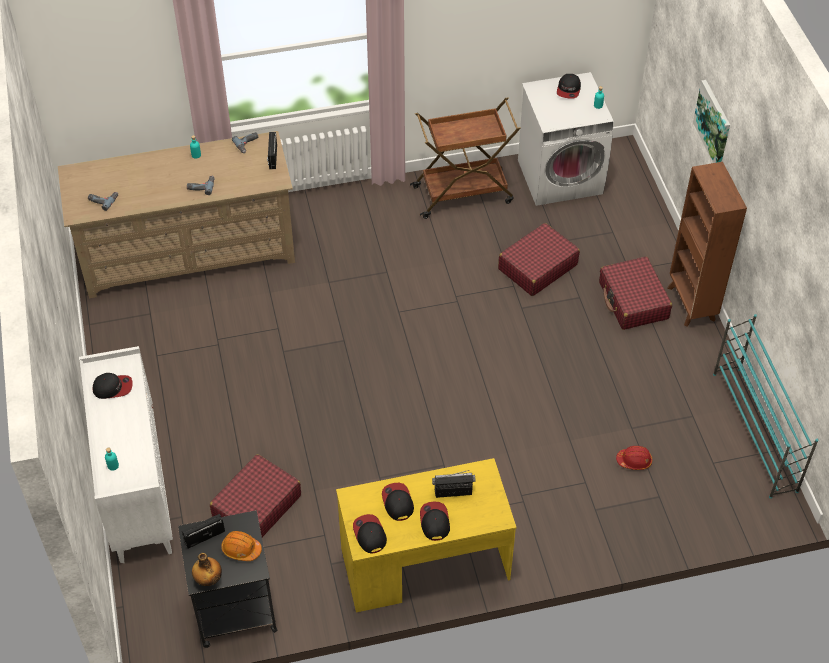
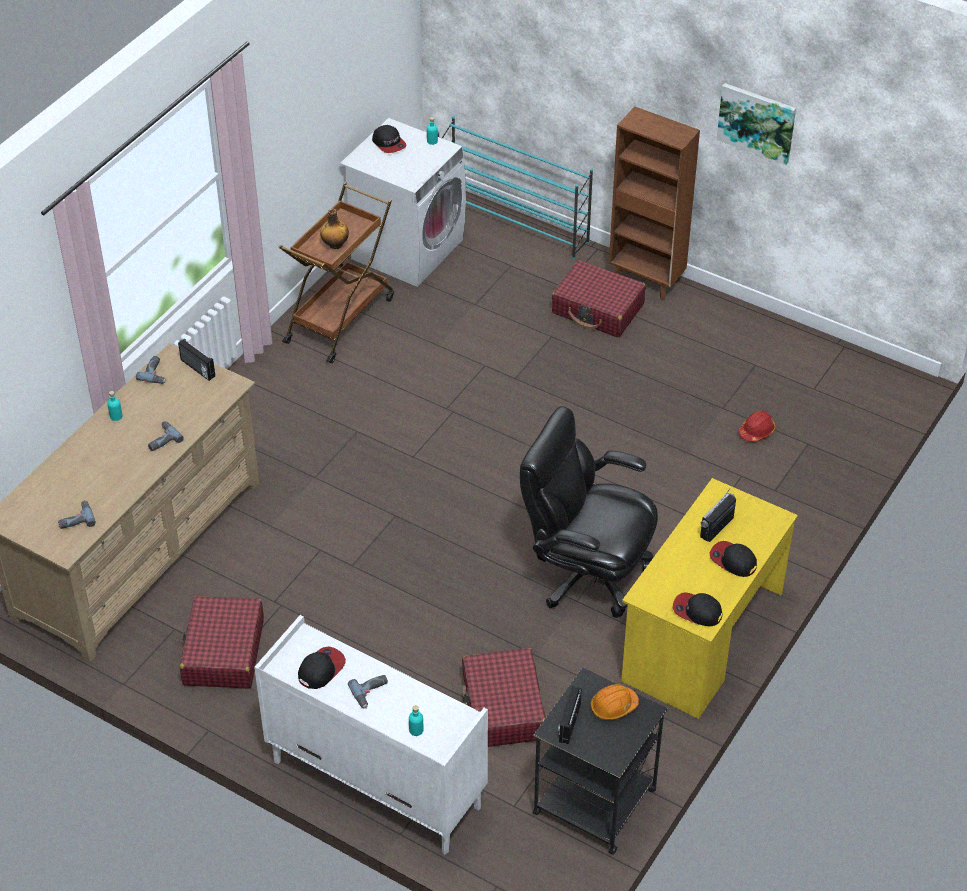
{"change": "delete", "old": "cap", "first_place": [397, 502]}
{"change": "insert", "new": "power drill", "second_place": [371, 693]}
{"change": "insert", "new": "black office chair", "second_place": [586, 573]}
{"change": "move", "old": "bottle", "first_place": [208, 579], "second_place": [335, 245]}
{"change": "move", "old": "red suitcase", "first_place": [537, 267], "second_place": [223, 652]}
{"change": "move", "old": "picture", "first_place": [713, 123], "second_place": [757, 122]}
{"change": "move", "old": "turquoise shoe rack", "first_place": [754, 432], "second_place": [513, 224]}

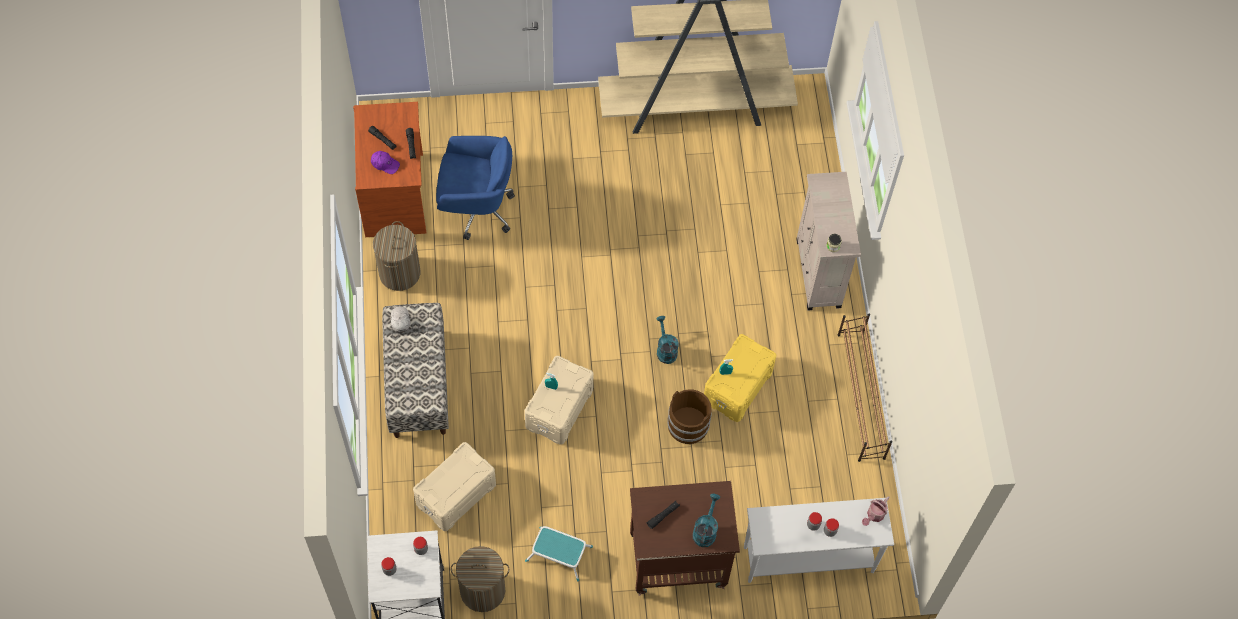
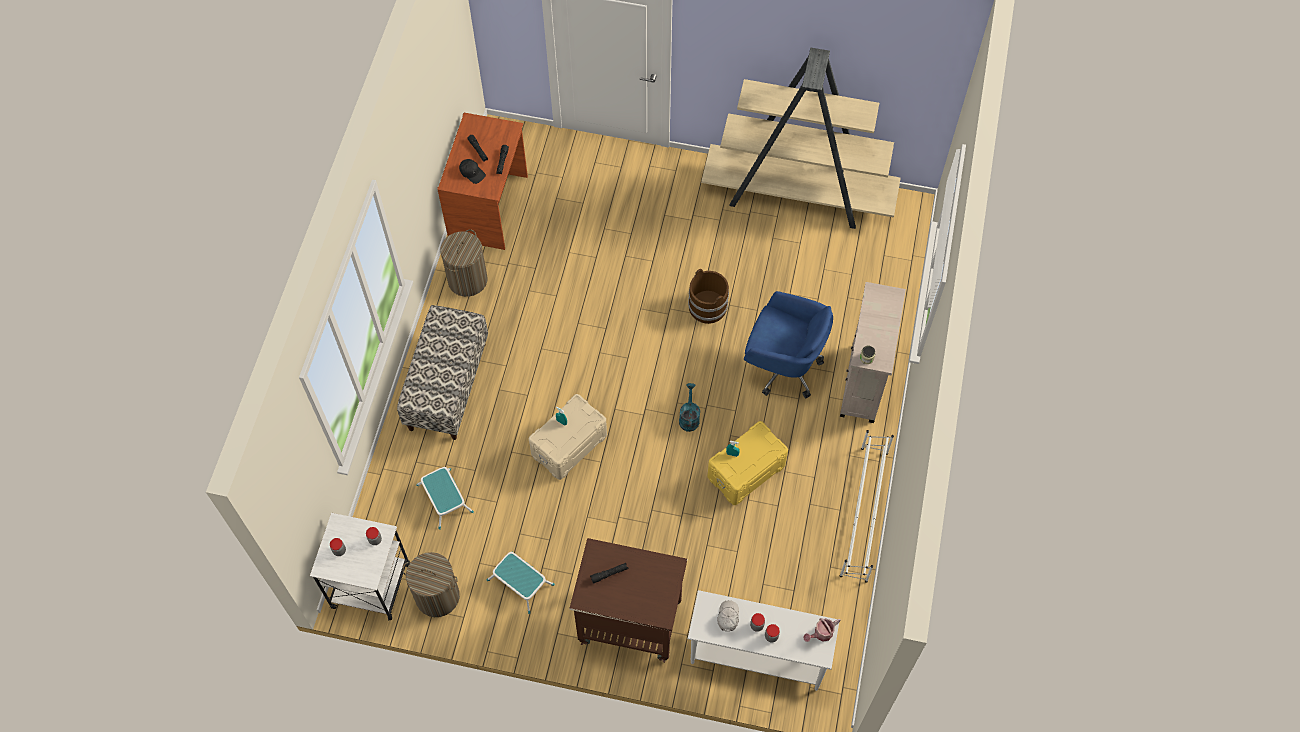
{"change": "delete", "old": "turquoise watering can", "first_place": [705, 530]}
{"change": "move", "old": "white cap", "first_place": [400, 321], "second_place": [728, 617]}
{"change": "move", "old": "blue office chair", "first_place": [477, 211], "second_place": [783, 368]}
{"change": "move", "old": "brown bucket", "first_place": [688, 425], "second_place": [708, 307]}
{"change": "replace", "old": "beige storage box", "new": "turquoise step ladder", "first_place": [455, 494], "second_place": [445, 498]}
{"change": "recolor", "old": "purple cap", "new": "black cap", "first_place": [385, 164], "second_place": [472, 173]}
{"change": "recolor", "old": "brown shoe rack", "new": "white shoe rack", "first_place": [860, 396], "second_place": [863, 514]}

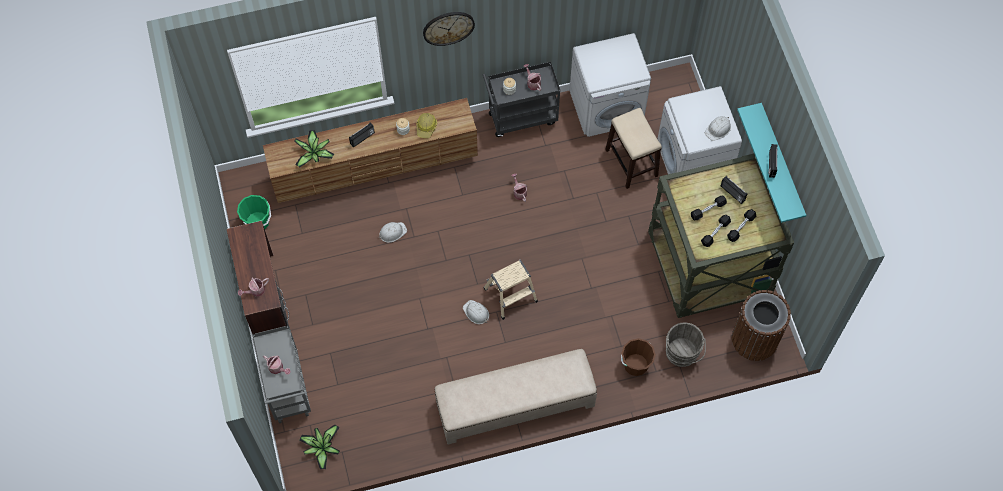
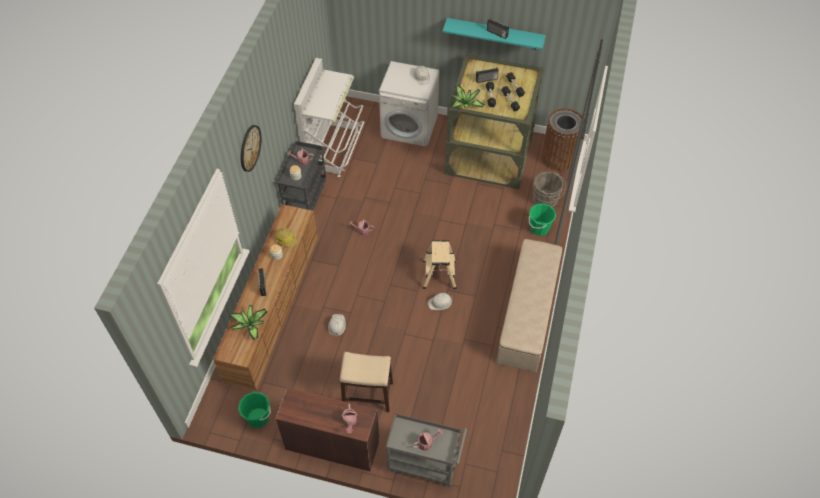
{"change": "move", "old": "potted plant", "first_place": [321, 447], "second_place": [465, 104]}
{"change": "move", "old": "stool", "first_place": [631, 163], "second_place": [368, 395]}
{"change": "replace", "old": "white washing machine", "new": "white shoe rack", "first_place": [608, 107], "second_place": [335, 150]}
{"change": "recolor", "old": "brown bucket", "new": "green bucket", "first_place": [635, 365], "second_place": [539, 228]}

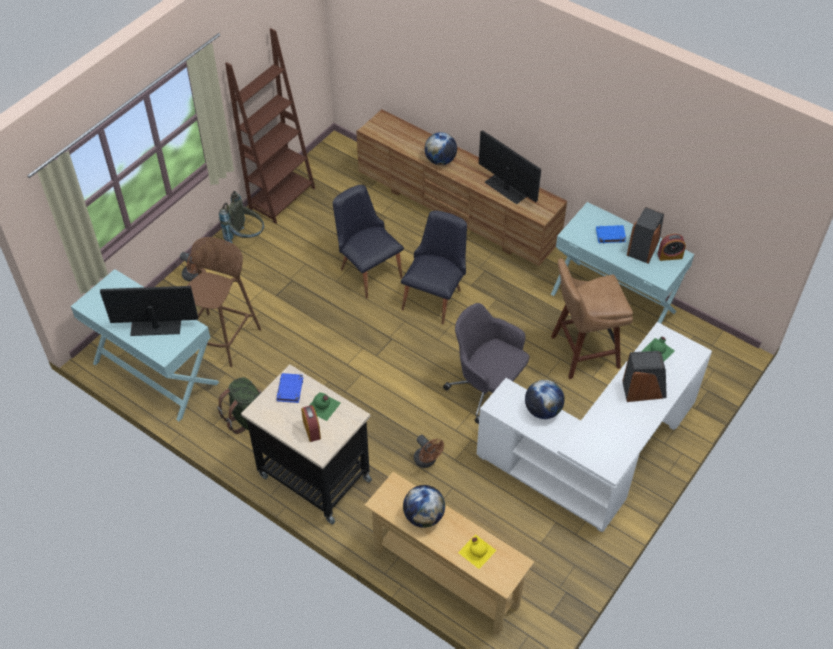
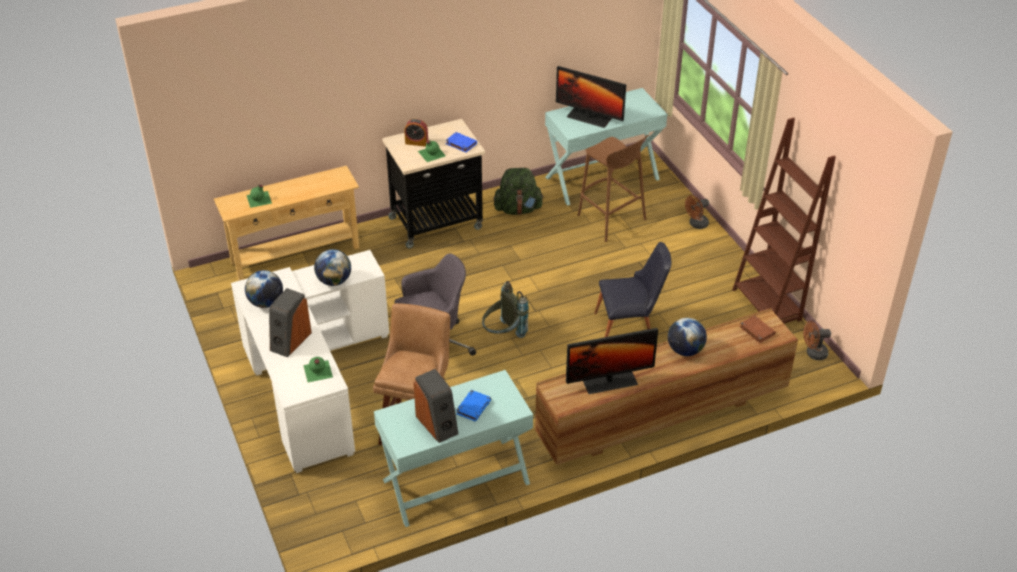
{"change": "delete", "old": "black chair", "first_place": [435, 296]}
{"change": "delete", "old": "alarm clock", "first_place": [670, 256]}
{"change": "insert", "new": "brown book", "second_place": [756, 331]}
{"change": "move", "old": "grey backpack", "first_place": [246, 238], "second_place": [503, 334]}
{"change": "move", "old": "globe", "first_place": [423, 516], "second_place": [266, 303]}
{"change": "move", "old": "brown fan", "first_place": [427, 461], "second_place": [813, 354]}
{"change": "recolor", "old": "yellow bottle", "new": "green bottle", "first_place": [477, 550], "second_place": [259, 199]}
{"change": "rotate", "old": "monitor", "first_place": [156, 326], "second_place": [589, 117], "degrees": 90}

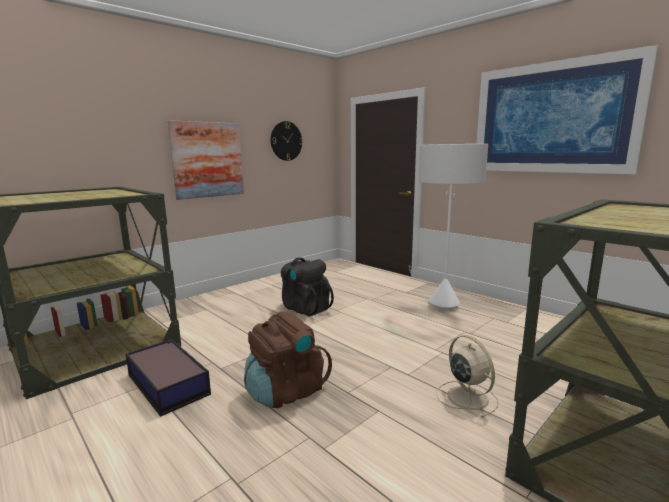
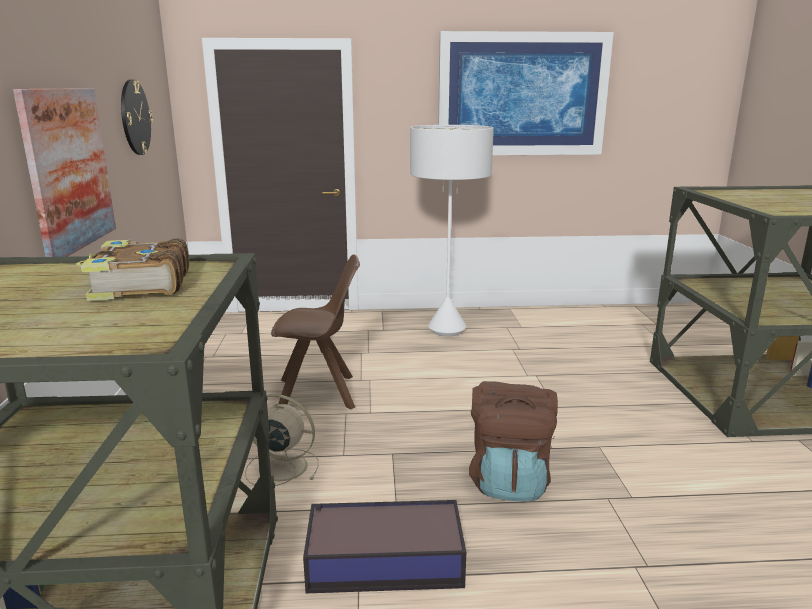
{"change": "insert", "new": "book", "second_place": [139, 285]}
{"change": "move", "old": "beige fan", "first_place": [466, 397], "second_place": [281, 467]}
{"change": "replace", "old": "black backpack", "new": "brown chair", "first_place": [305, 308], "second_place": [319, 394]}

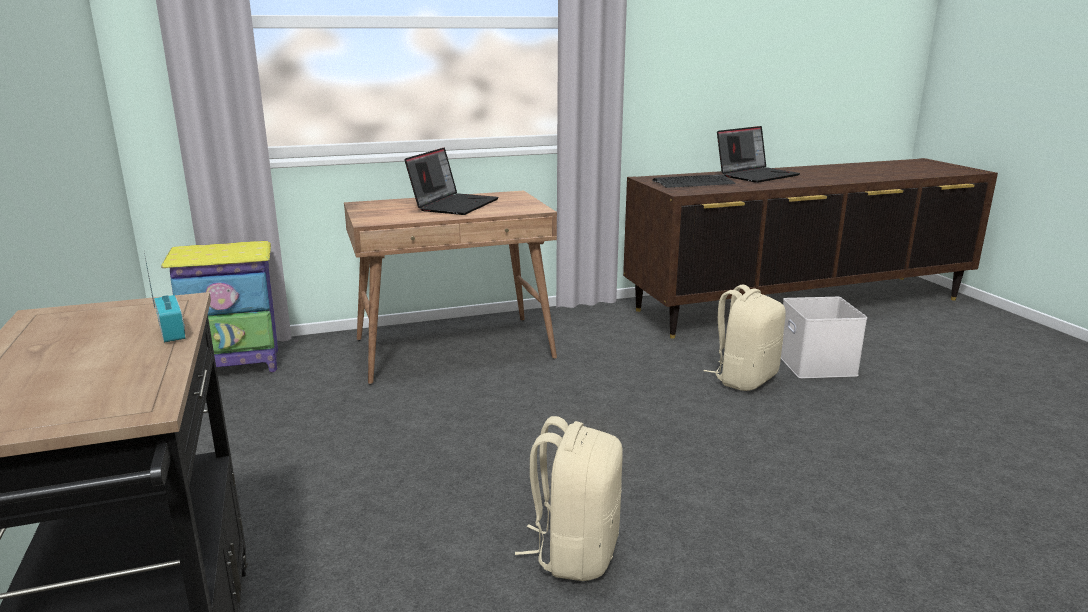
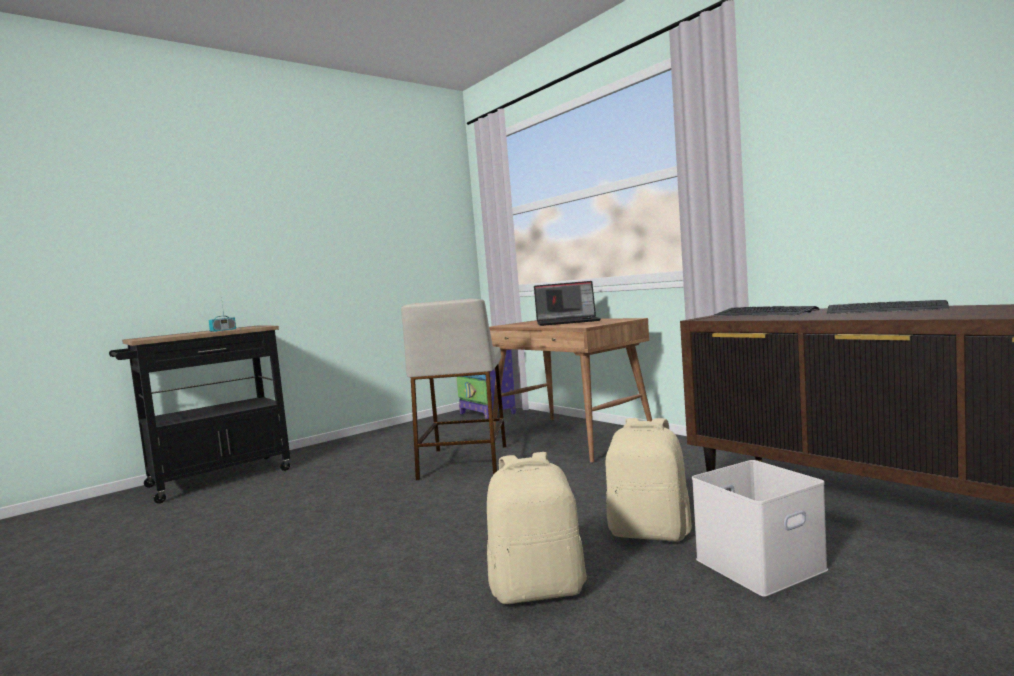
{"change": "insert", "new": "beige stool", "second_place": [464, 461]}
{"change": "move", "old": "beige backpack", "first_place": [575, 552], "second_place": [538, 589]}
{"change": "replace", "old": "laptop", "new": "keyboard", "first_place": [756, 175], "second_place": [885, 310]}

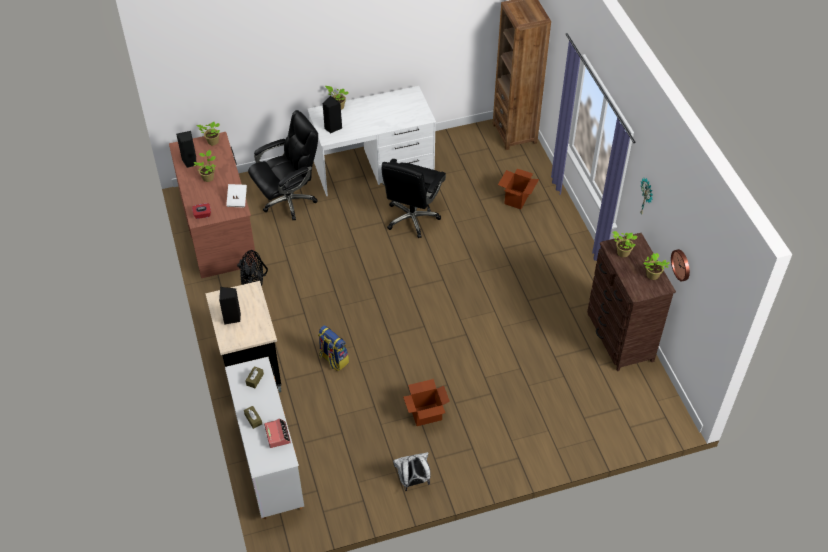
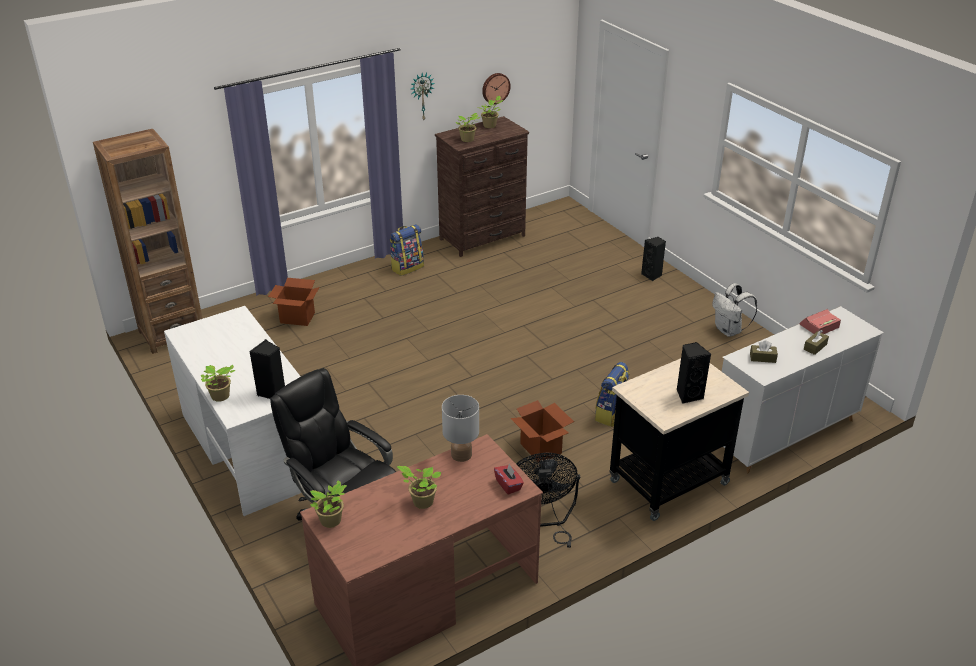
{"change": "delete", "old": "black office chair", "first_place": [412, 217]}
{"change": "insert", "new": "backpack", "second_place": [407, 267]}
{"change": "move", "old": "black speaker", "first_place": [190, 162], "second_place": [652, 275]}
{"change": "move", "old": "cardboard box", "first_place": [426, 414], "second_place": [541, 449]}
{"change": "replace", "old": "white book", "new": "grey table lamp", "first_place": [237, 200], "second_place": [461, 455]}

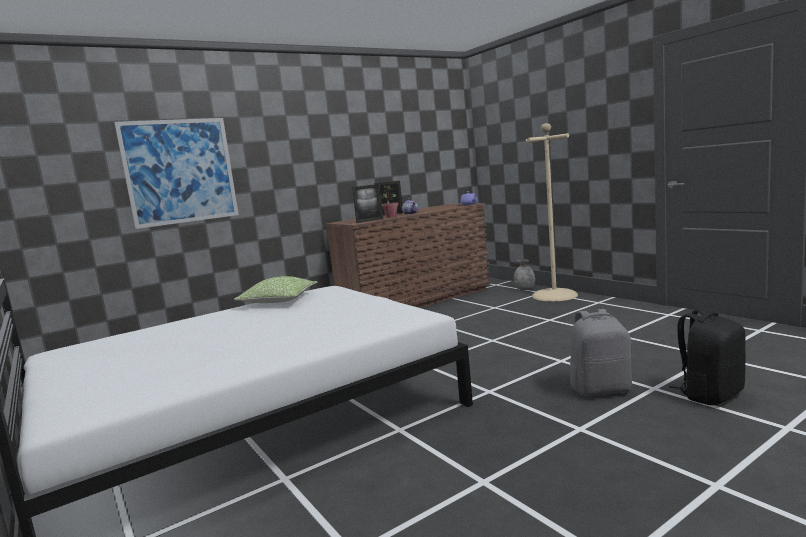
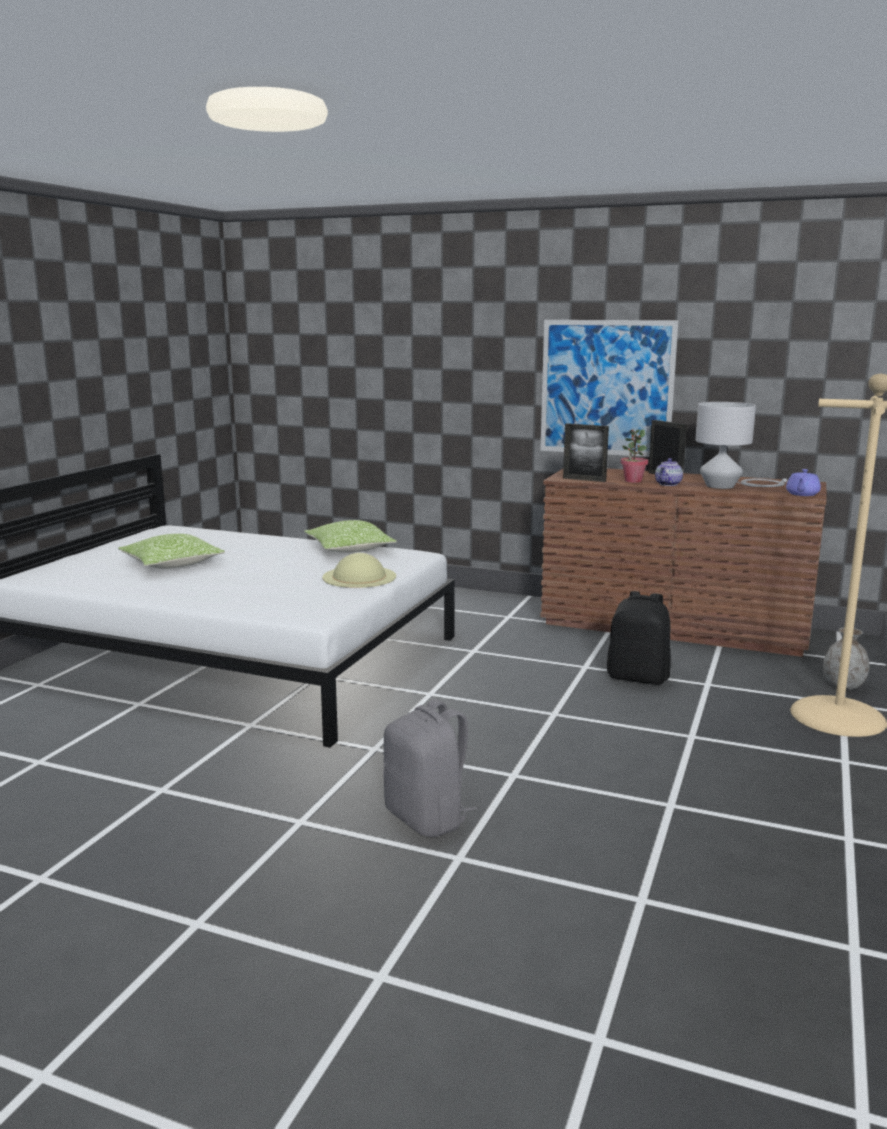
{"change": "insert", "new": "pillow", "second_place": [172, 564]}
{"change": "insert", "new": "beige hat", "second_place": [359, 576]}
{"change": "insert", "new": "grey table lamp", "second_place": [736, 485]}
{"change": "move", "old": "picture", "first_place": [180, 171], "second_place": [606, 388]}
{"change": "move", "old": "black backpack", "first_place": [710, 394], "second_place": [638, 677]}

